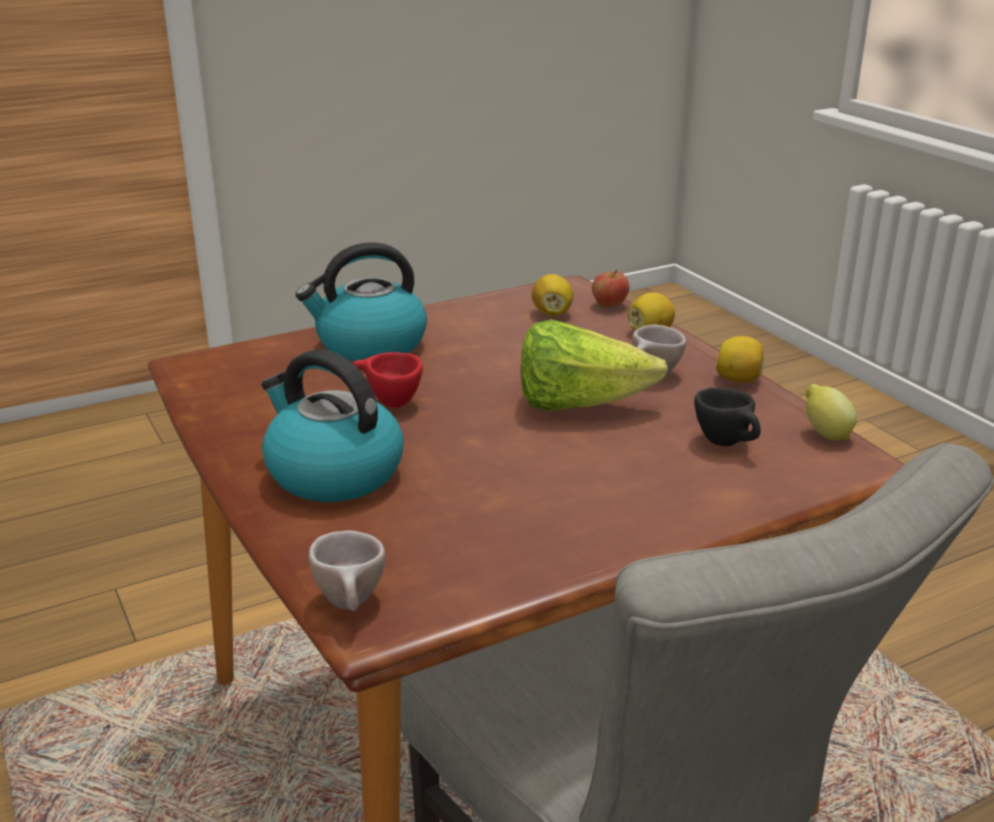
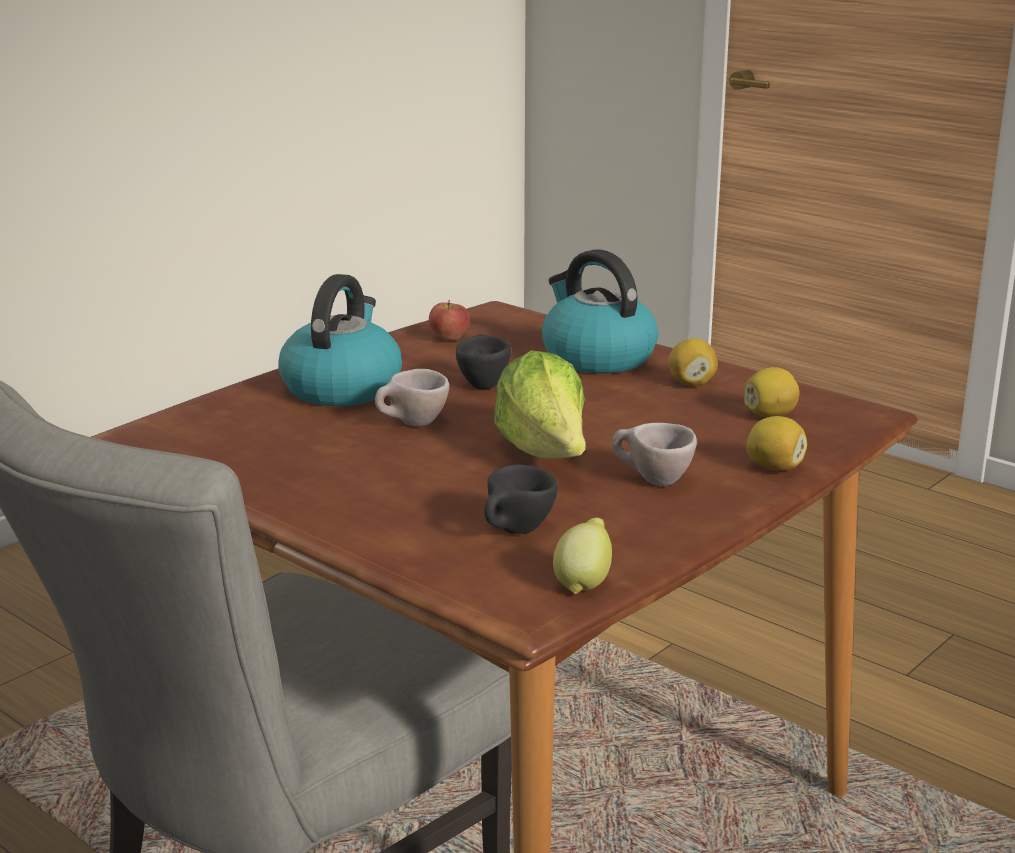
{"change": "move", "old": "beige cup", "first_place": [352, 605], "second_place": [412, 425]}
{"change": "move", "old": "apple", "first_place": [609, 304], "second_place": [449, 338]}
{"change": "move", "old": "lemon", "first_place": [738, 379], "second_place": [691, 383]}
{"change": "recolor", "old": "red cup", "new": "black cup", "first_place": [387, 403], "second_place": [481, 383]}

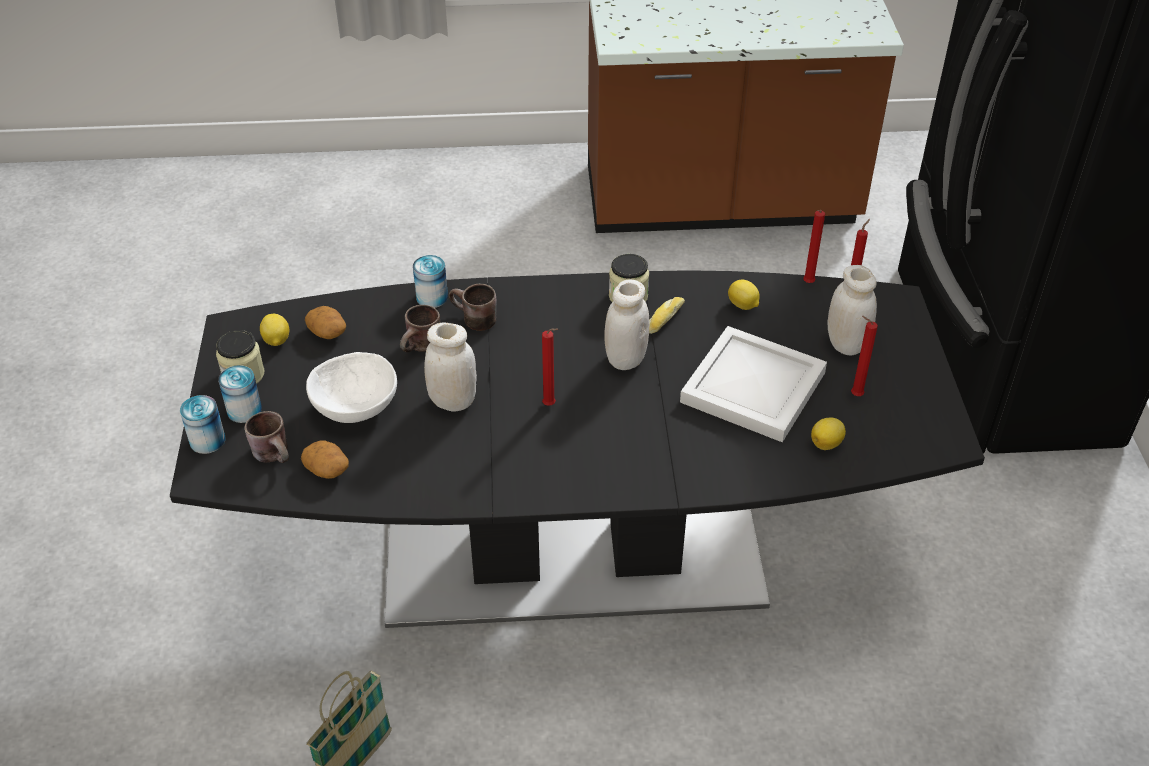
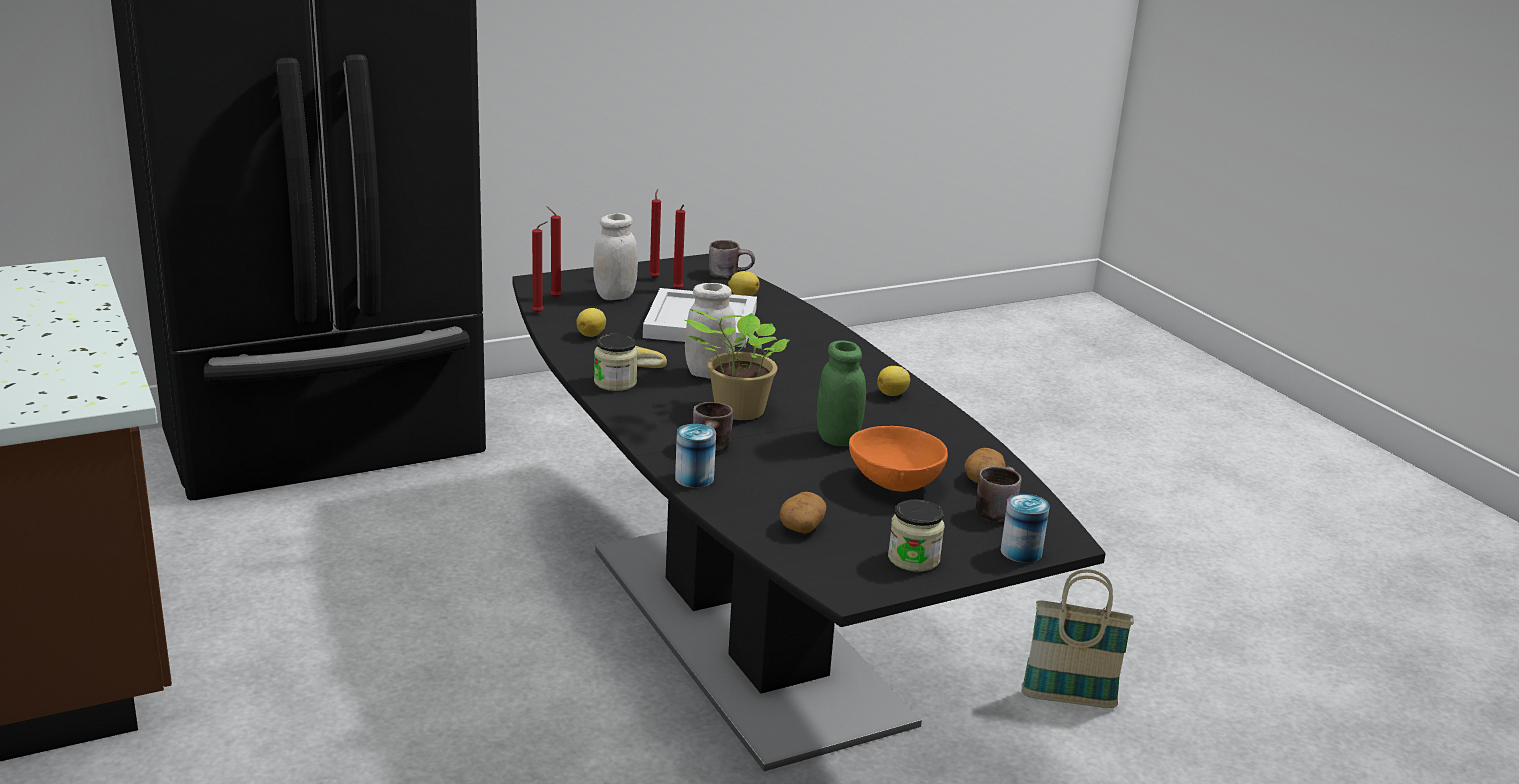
{"change": "delete", "old": "can", "first_place": [244, 410]}
{"change": "insert", "new": "potted plant", "second_place": [736, 411]}
{"change": "move", "old": "lemon", "first_place": [276, 341], "second_place": [893, 394]}
{"change": "move", "old": "brown mug", "first_place": [423, 347], "second_place": [730, 274]}
{"change": "move", "old": "red candle", "first_place": [551, 405], "second_place": [654, 278]}
{"change": "recolor", "old": "white bowl", "new": "orange bowl", "first_place": [354, 408], "second_place": [896, 484]}
{"change": "recolor", "old": "white jar", "new": "green jar", "first_place": [453, 401], "second_place": [838, 438]}

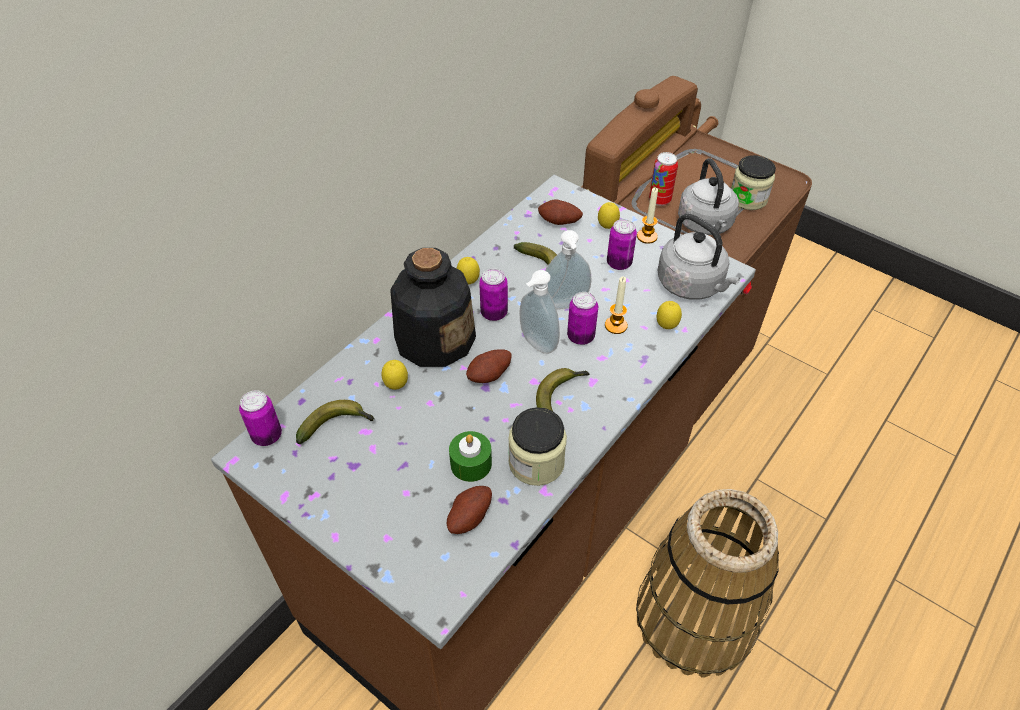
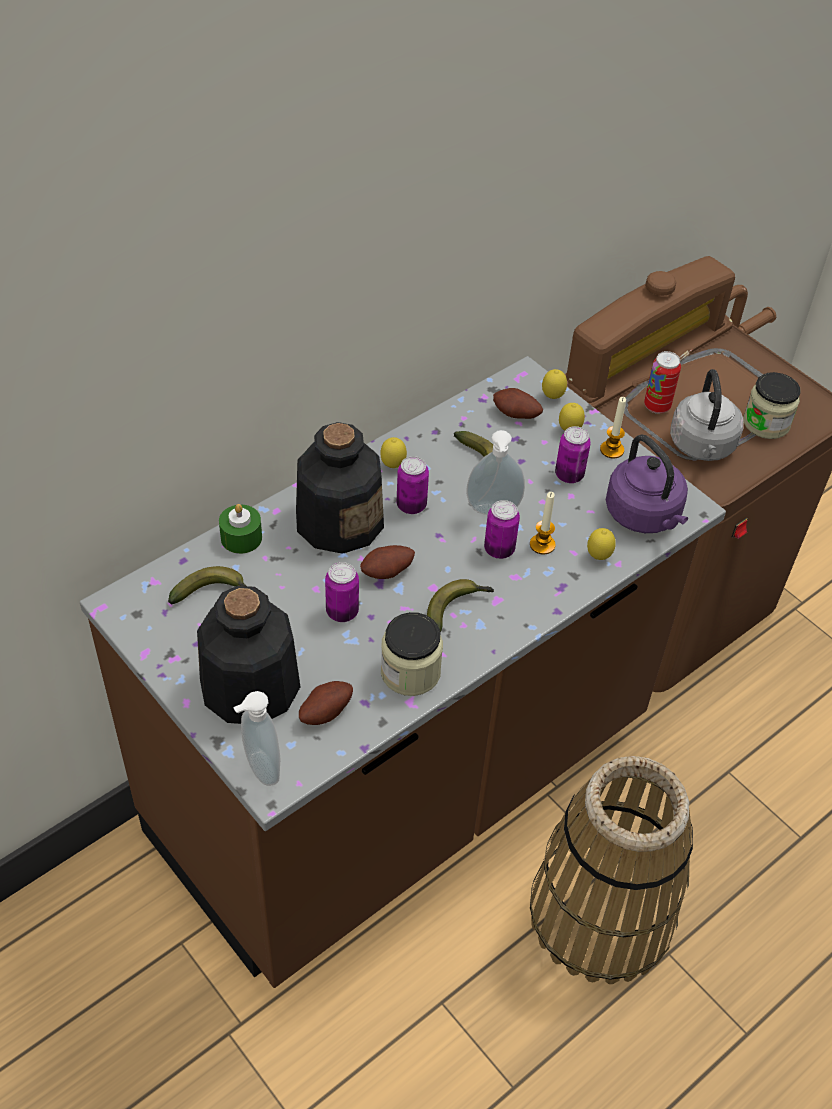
{"change": "insert", "new": "bottle", "second_place": [250, 687]}
{"change": "move", "old": "can", "first_place": [267, 436], "second_place": [342, 612]}
{"change": "move", "old": "lemon", "first_place": [396, 386], "second_place": [552, 397]}
{"change": "move", "old": "green candle", "first_place": [471, 464], "second_place": [241, 538]}
{"change": "move", "old": "soap dispenser", "first_place": [536, 344], "second_place": [259, 769]}
{"change": "recolor", "old": "grey kettle", "new": "purple kettle", "first_place": [692, 285], "second_place": [645, 516]}

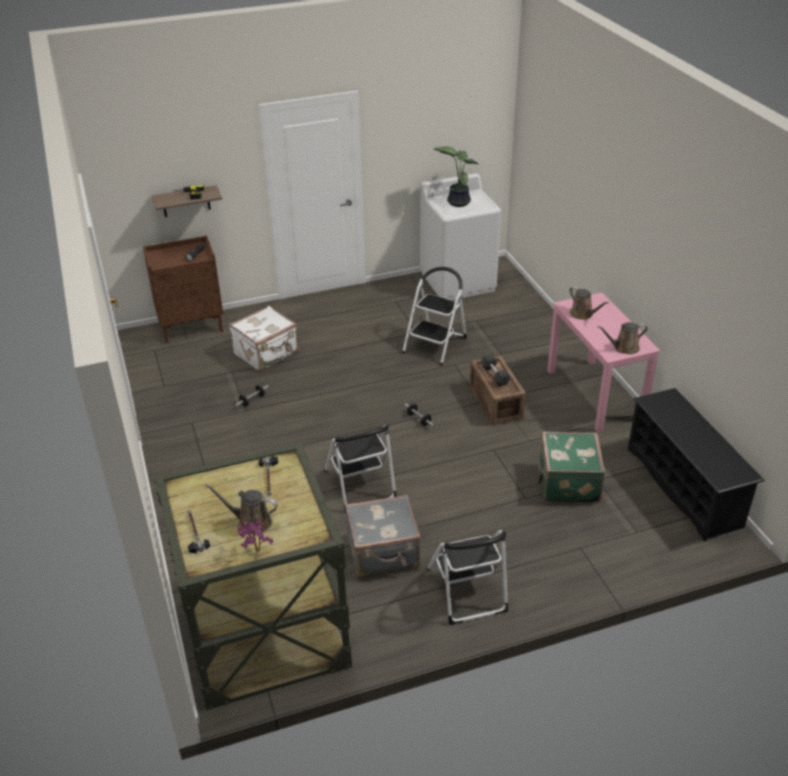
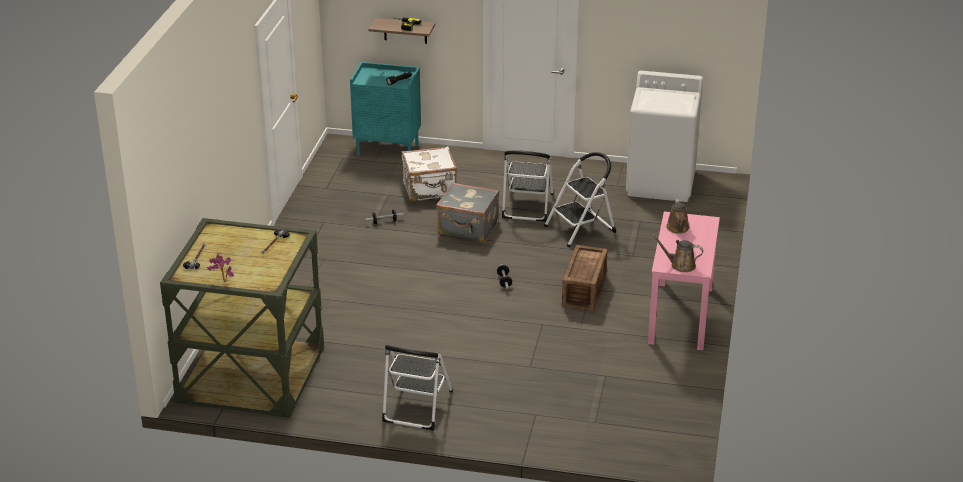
{"change": "delete", "old": "brown watering can", "first_place": [251, 522]}
{"change": "delete", "old": "potted plant", "first_place": [457, 202]}
{"change": "delete", "old": "grey dumbbell", "first_place": [495, 375]}
{"change": "delete", "old": "green suitcase", "first_place": [567, 483]}
{"change": "delete", "old": "black shoe rack", "first_place": [683, 487]}
{"change": "move", "old": "step ladder", "first_place": [360, 486], "second_place": [527, 207]}
{"change": "move", "old": "grey suitcase", "first_place": [384, 553], "second_place": [468, 229]}
{"change": "recolor", "old": "brown cabinet", "new": "turquoise cabinet", "first_place": [192, 328], "second_place": [388, 150]}

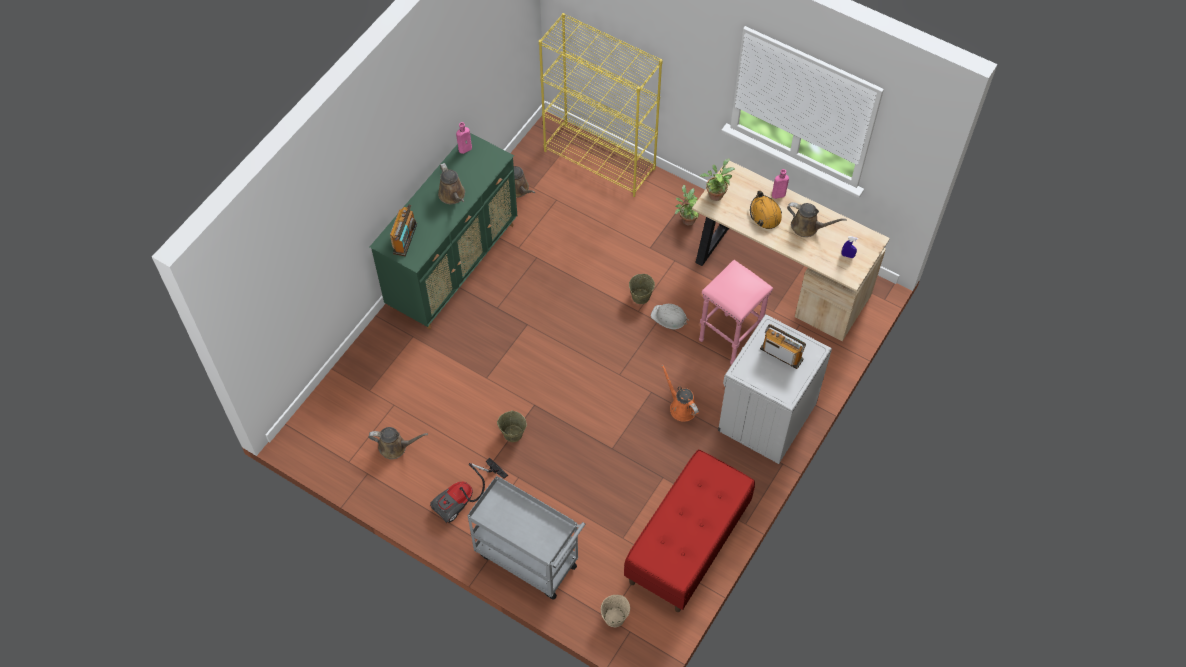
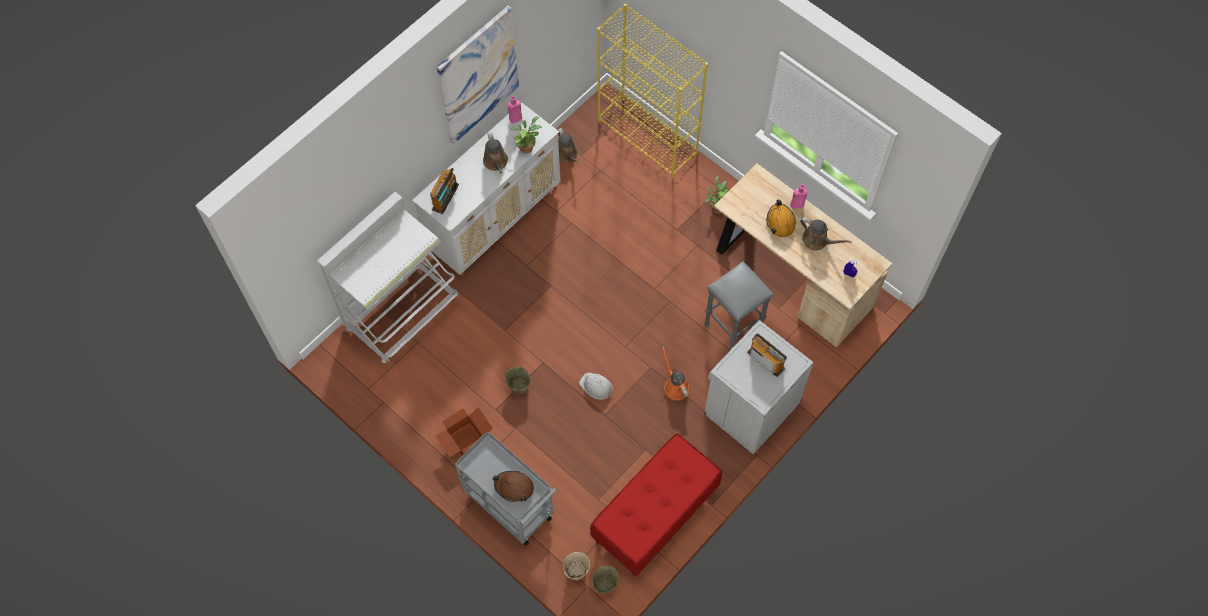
{"change": "delete", "old": "brown watering can", "first_place": [395, 447]}
{"change": "insert", "new": "white shoe rack", "second_place": [403, 315]}
{"change": "insert", "new": "picture", "second_place": [478, 75]}
{"change": "insert", "new": "brown hard hat", "second_place": [514, 487]}
{"change": "move", "old": "beige bucket", "first_place": [640, 297], "second_place": [604, 585]}
{"change": "move", "old": "white hard hat", "first_place": [669, 317], "second_place": [596, 386]}
{"change": "move", "old": "potted plant", "first_place": [716, 193], "second_place": [526, 146]}
{"change": "replace", "old": "vacuum cleaner", "new": "cardboard box", "first_place": [465, 499], "second_place": [465, 440]}
{"change": "recolor", "old": "green cabinet", "new": "white cabinet", "first_place": [453, 265], "second_place": [494, 219]}
{"change": "recolor", "old": "pink stool", "new": "grey stool", "first_place": [728, 338], "second_place": [731, 328]}

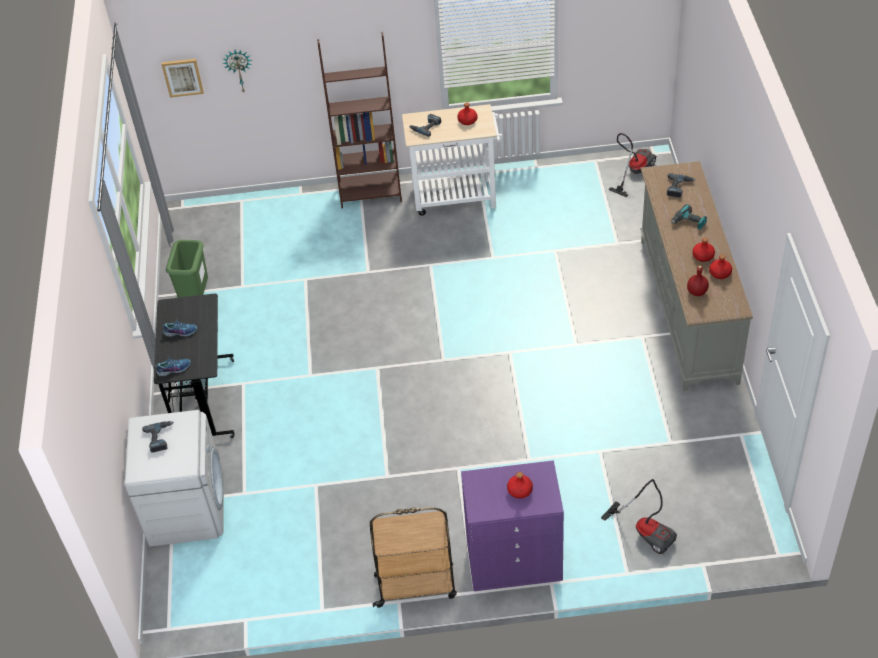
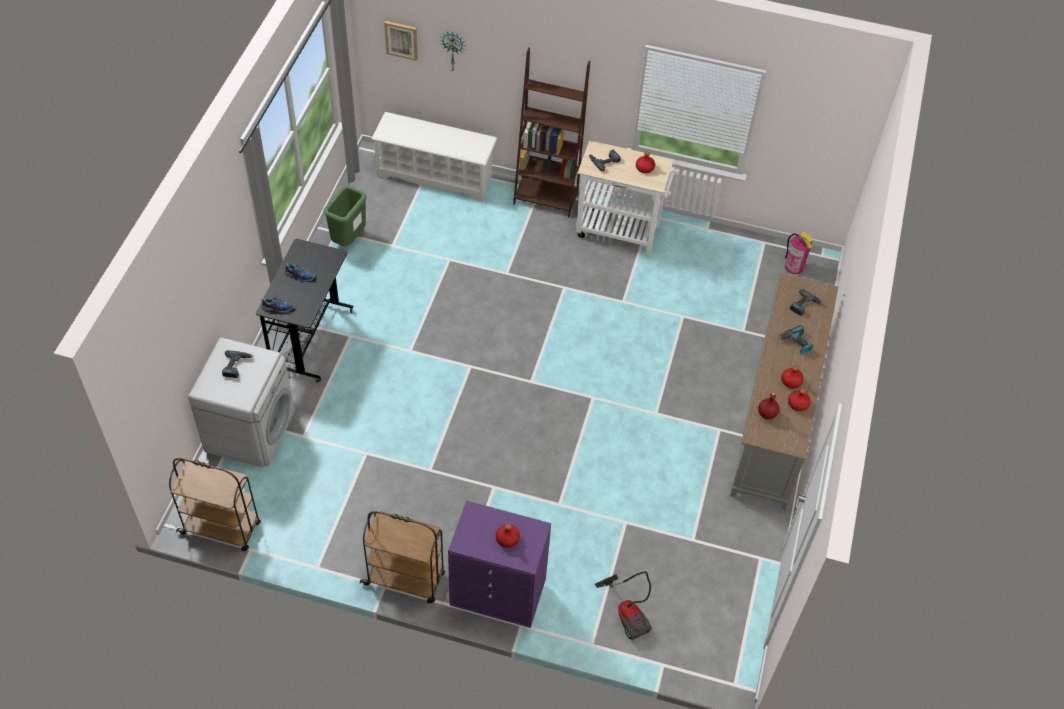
{"change": "insert", "new": "brown cart", "second_place": [222, 529]}
{"change": "insert", "new": "white shoe rack", "second_place": [435, 176]}
{"change": "replace", "old": "vacuum cleaner", "new": "fire extinguisher", "first_place": [633, 171], "second_place": [794, 267]}

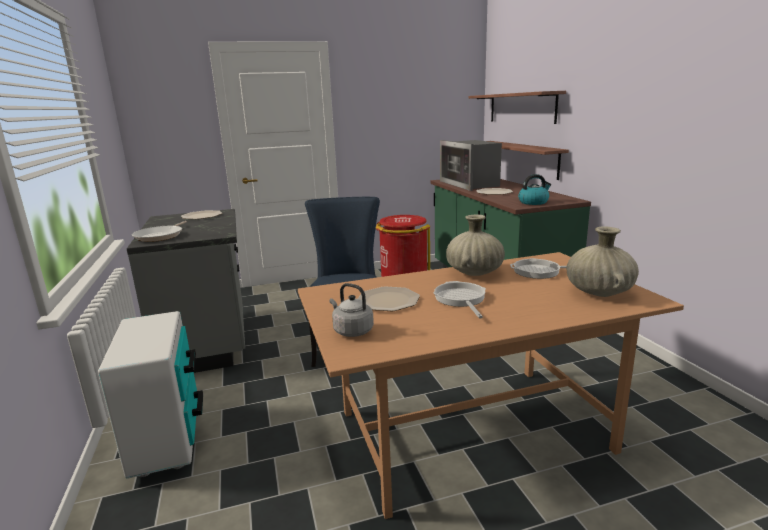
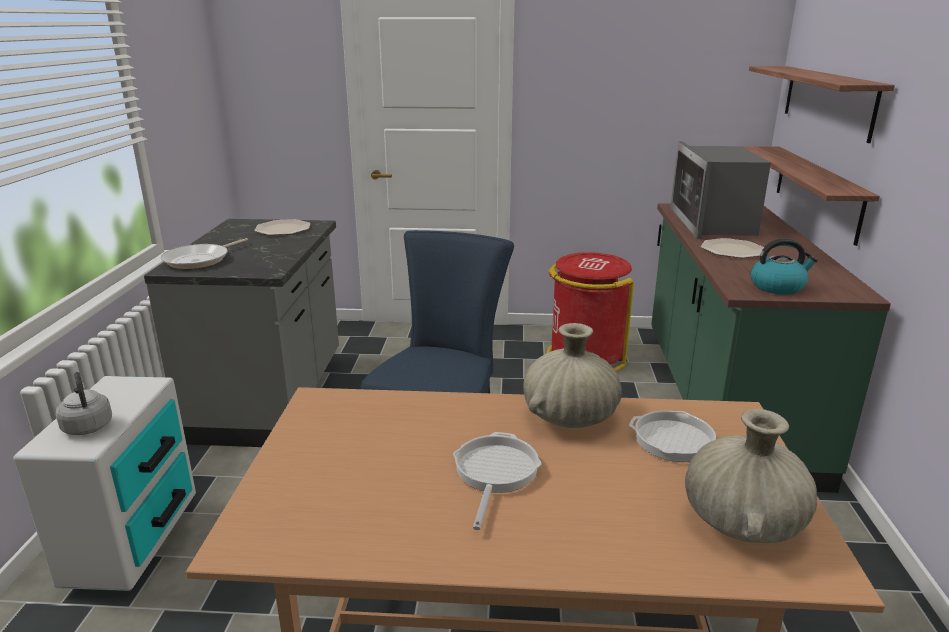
{"change": "delete", "old": "plate", "first_place": [387, 300]}
{"change": "move", "old": "grey kettle", "first_place": [351, 331], "second_place": [87, 425]}

